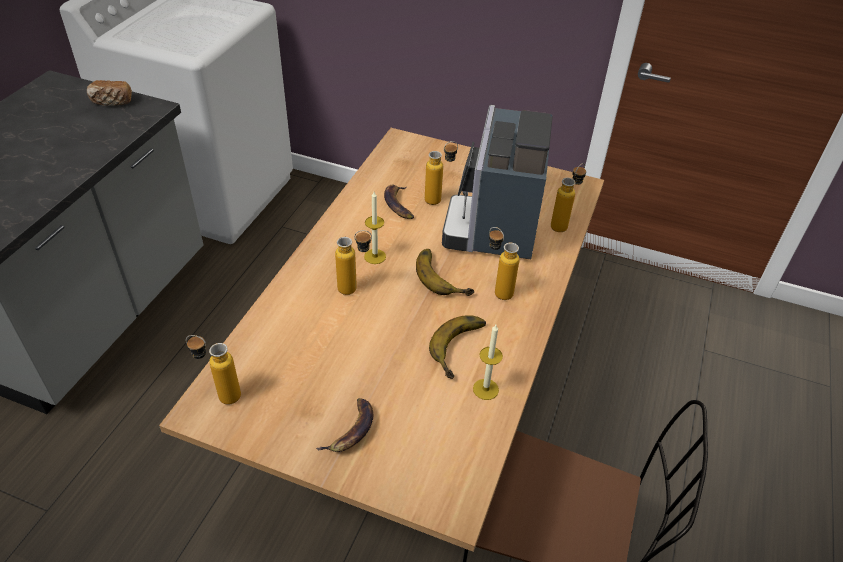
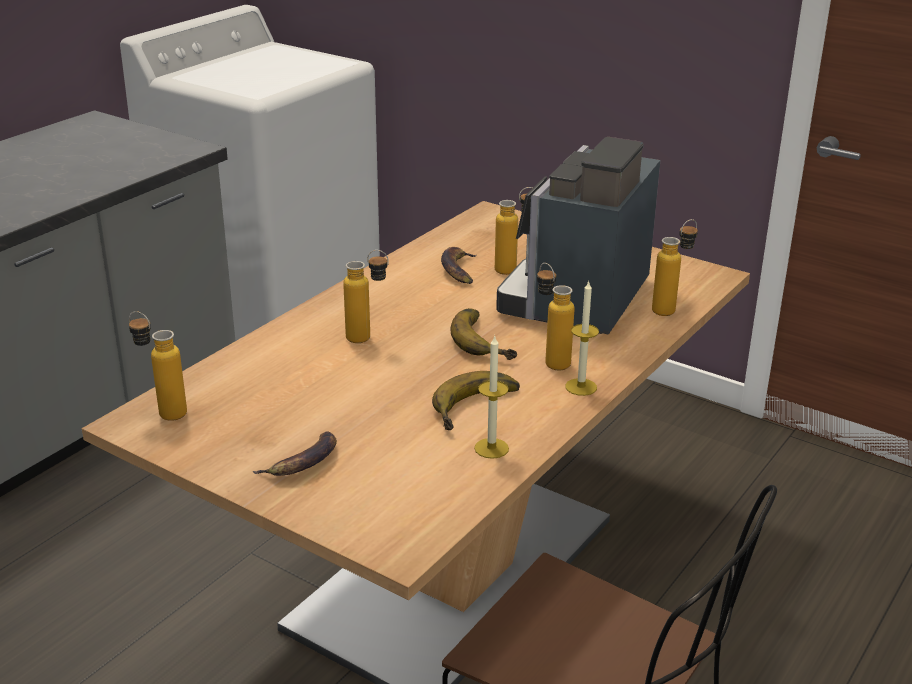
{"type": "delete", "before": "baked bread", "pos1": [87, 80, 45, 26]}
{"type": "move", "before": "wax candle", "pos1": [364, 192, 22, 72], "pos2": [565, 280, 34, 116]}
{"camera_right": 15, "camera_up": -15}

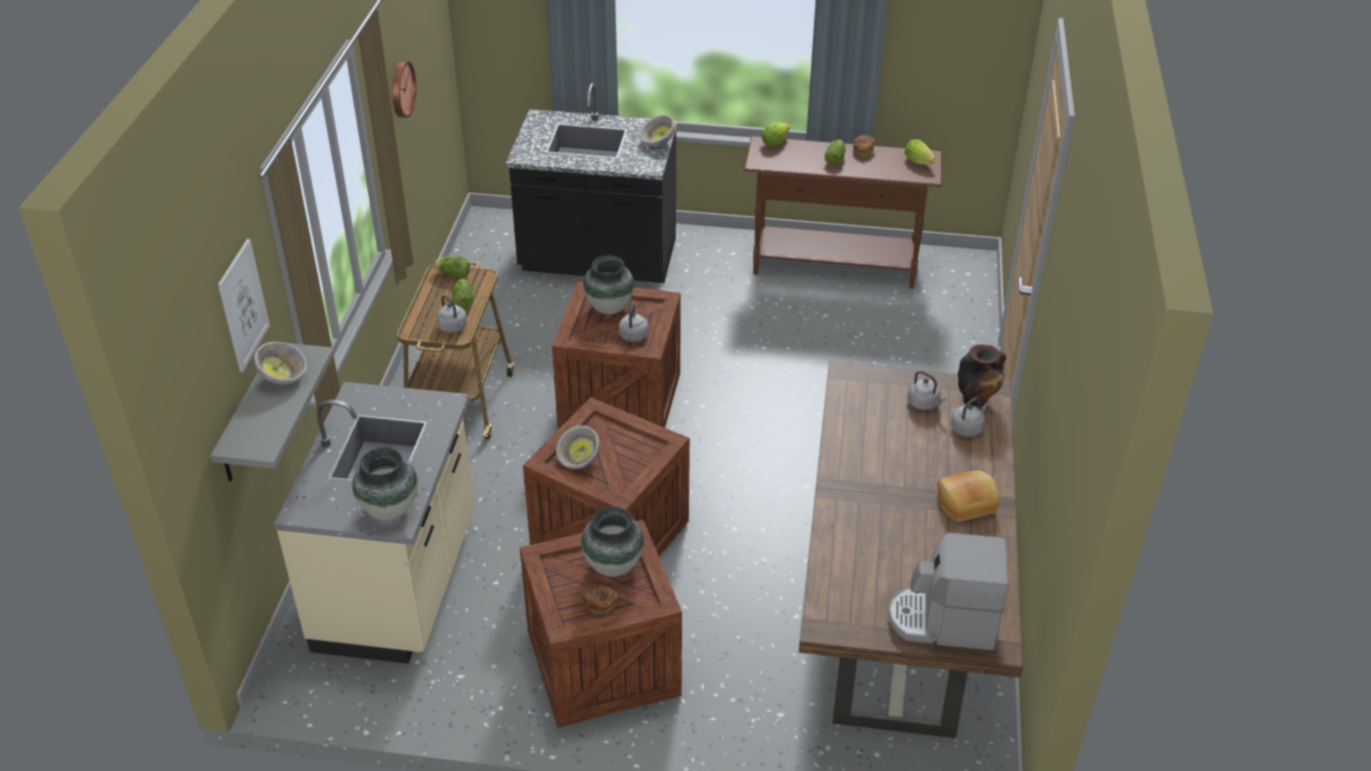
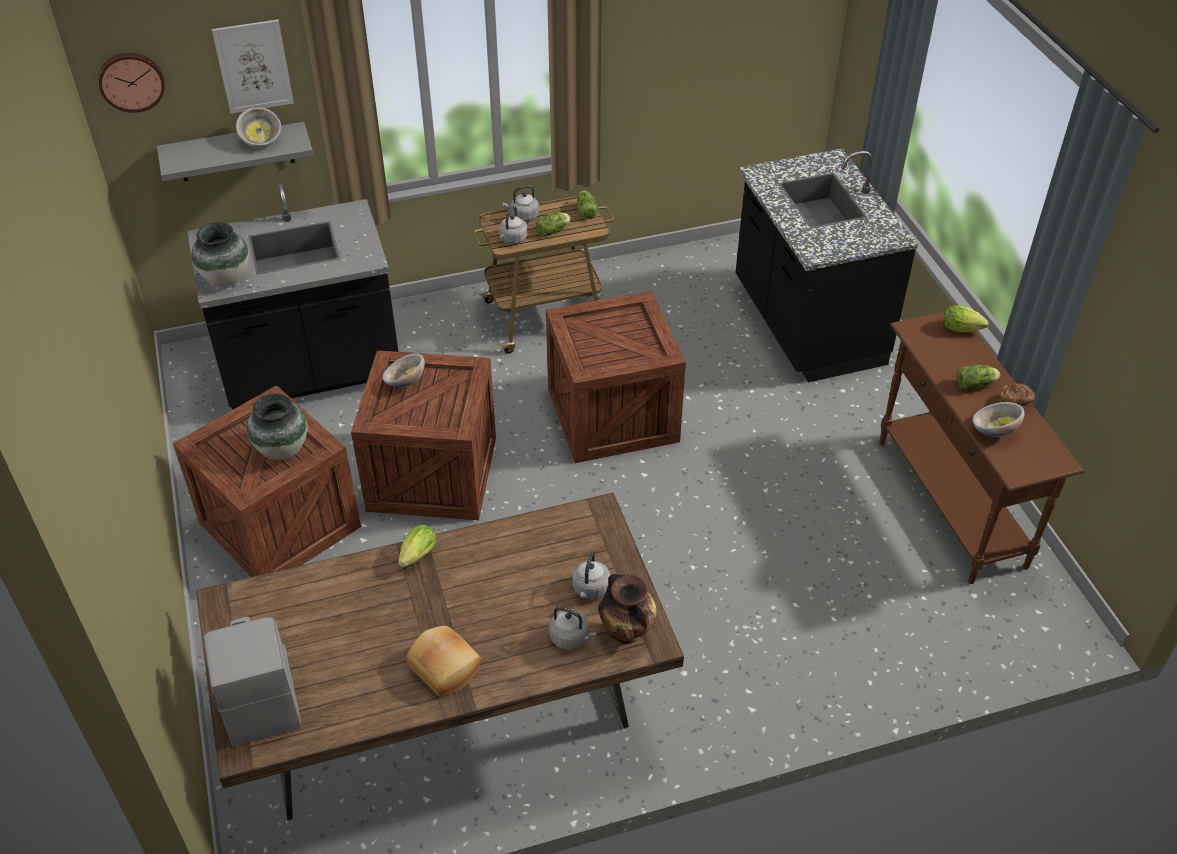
{"type": "delete", "before": "baked bread", "pos1": [581, 585, 37, 30]}
{"type": "delete", "before": "vase", "pos1": [583, 255, 51, 59]}
{"type": "move", "before": "hanging clock", "pos1": [392, 61, 24, 57], "pos2": [98, 53, 67, 60]}
{"type": "move", "before": "gray kettle", "pos1": [619, 303, 29, 39], "pos2": [502, 185, 37, 36]}
{"type": "move", "before": "deep dish", "pos1": [640, 115, 35, 31], "pos2": [973, 402, 52, 35]}
{"type": "move", "before": "lettuce head", "pos1": [905, 139, 30, 26], "pos2": [398, 525, 38, 43]}
{"type": "recolor", "before": "beige counter", "after": "black counter", "pos1": [274, 382, 200, 282], "pos2": [188, 181, 211, 229]}
{"camera_right": 65, "camera_up": 5}

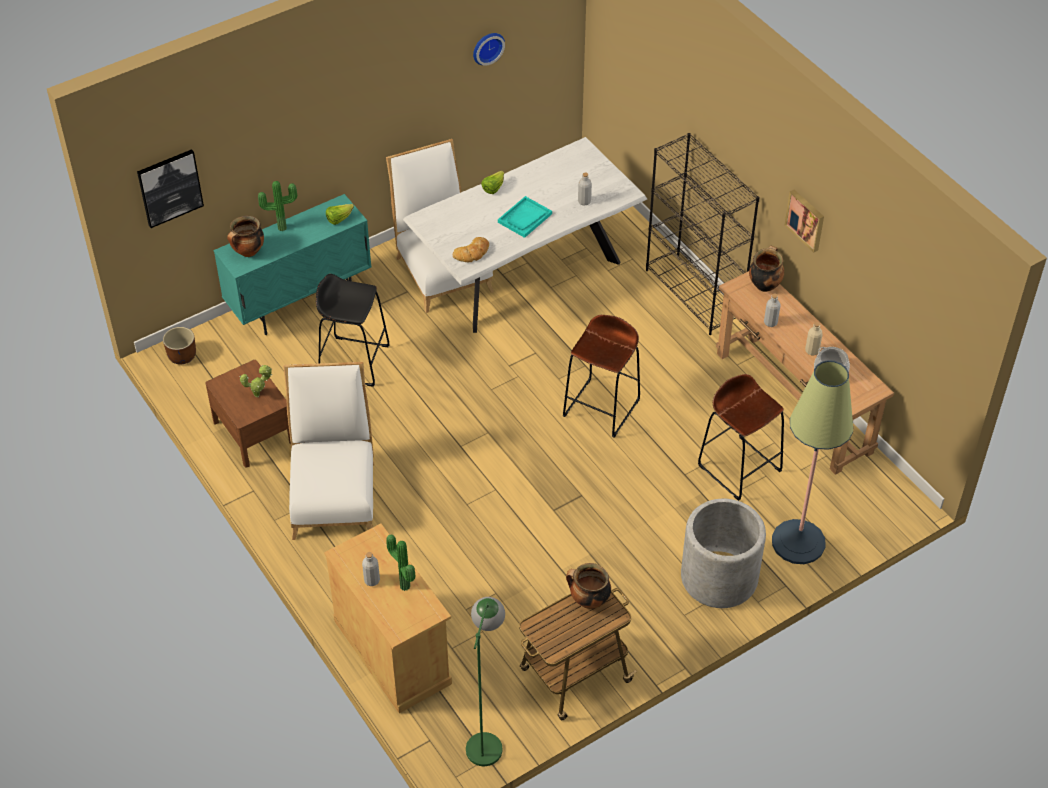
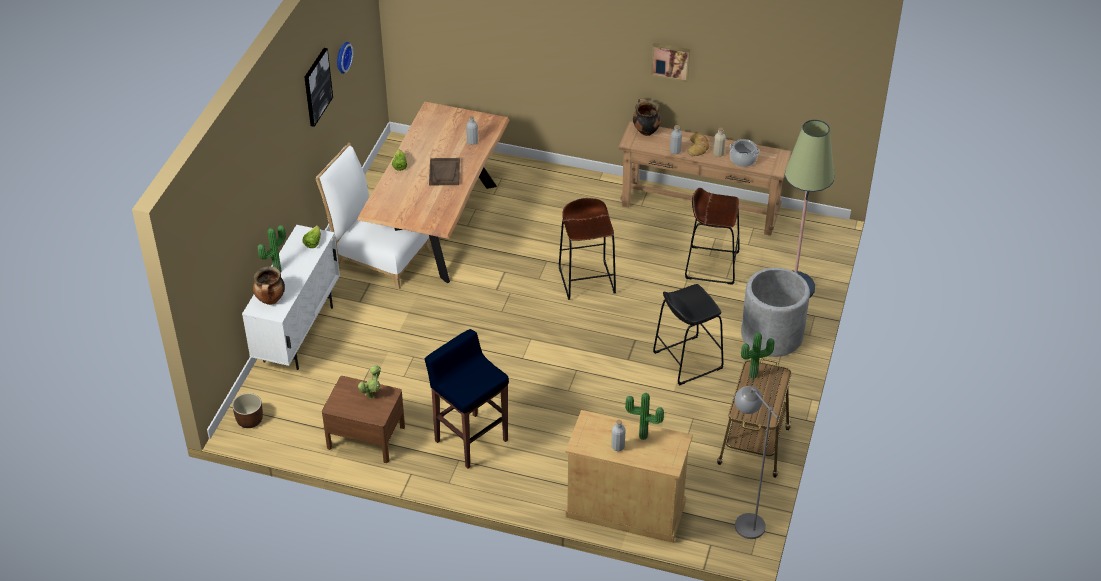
{"type": "delete", "before": "black bookshelf", "pos1": [646, 133, 114, 202]}
{"type": "move", "before": "wall picture", "pos1": [137, 149, 67, 79], "pos2": [305, 48, 28, 79]}
{"type": "move", "before": "black sitting stool", "pos1": [316, 274, 74, 113], "pos2": [653, 284, 70, 101]}
{"type": "move", "before": "baked bread", "pos1": [453, 237, 36, 25], "pos2": [687, 133, 22, 23]}
{"type": "replace", "before": "white-coloured chair", "after": "blue sitting stool", "pos1": [283, 362, 91, 178], "pos2": [425, 329, 84, 139]}
{"type": "replace", "before": "stockpot", "after": "houseplant", "pos1": [566, 563, 45, 46], "pos2": [741, 332, 34, 47]}
{"type": "recolor", "before": "turquoise-coloured cabinet", "after": "white-coloured cabinet", "pos1": [213, 194, 159, 141], "pos2": [242, 225, 98, 145]}
{"type": "recolor", "before": "white-coloured dining table", "after": "brownish dining table", "pos1": [403, 137, 244, 196], "pos2": [357, 102, 153, 182]}
{"type": "recolor", "before": "greenish standard lamp", "after": "gray standard lamp", "pos1": [466, 597, 39, 169], "pos2": [735, 386, 43, 153]}
{"type": "recolor", "before": "turquoise-coloured tray", "after": "brownish tray", "pos1": [498, 196, 54, 42], "pos2": [429, 158, 31, 27]}
{"camera_right": -40, "camera_up": -5}

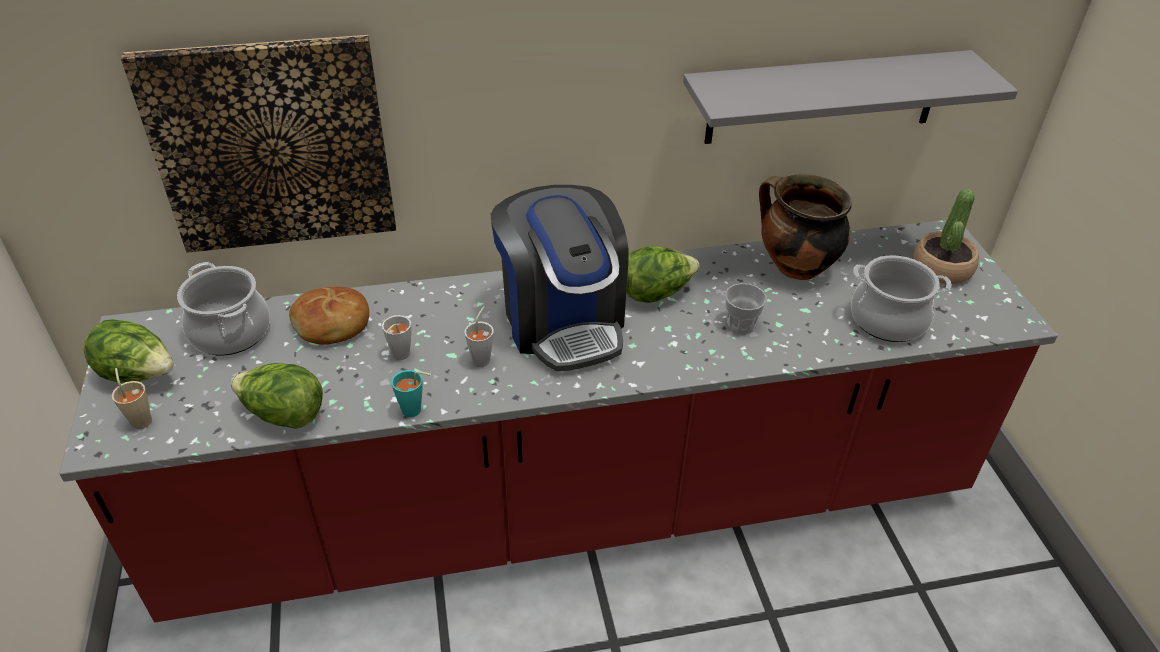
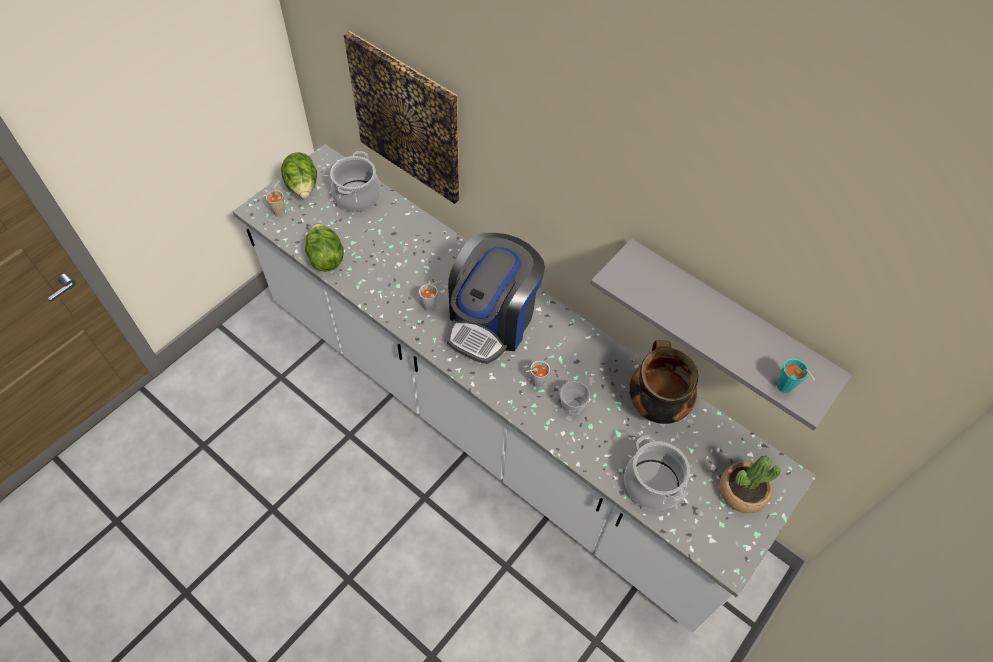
{"type": "delete", "before": "baked bread", "pos1": [289, 287, 80, 58]}
{"type": "delete", "before": "lettuce head", "pos1": [626, 246, 74, 57]}
{"type": "move", "before": "gray drinking cup", "pos1": [382, 315, 29, 45], "pos2": [526, 361, 24, 27]}
{"type": "move", "before": "turquoise-coloured drinking cup", "pos1": [391, 370, 41, 47], "pos2": [777, 358, 38, 35]}
{"type": "recolor", "before": "reddish counter", "after": "white-coloured counter", "pos1": [59, 220, 999, 402], "pos2": [233, 144, 583, 489]}
{"camera_right": 50, "camera_up": 15}

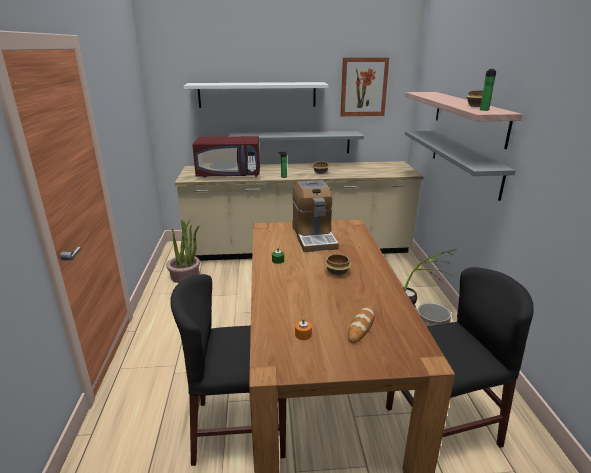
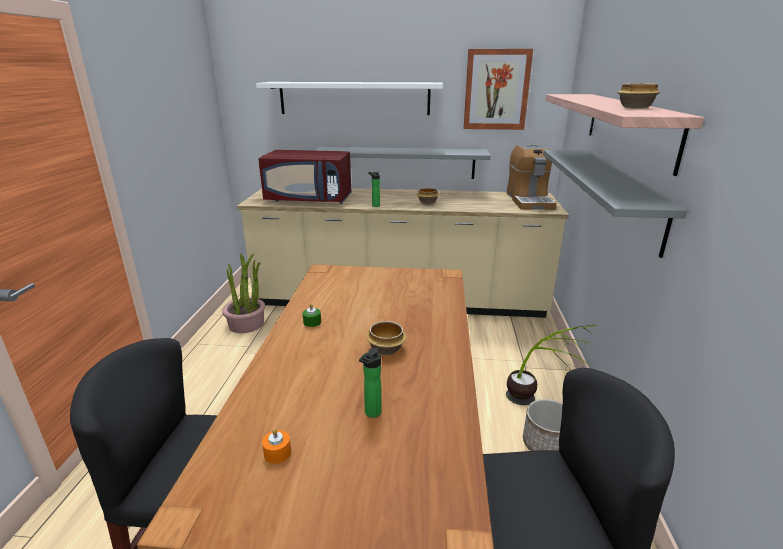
{"type": "delete", "before": "baked bread", "pos1": [348, 306, 27, 37]}
{"type": "move", "before": "coffee machine", "pos1": [292, 180, 47, 72], "pos2": [507, 145, 49, 65]}
{"type": "move", "before": "bottle", "pos1": [480, 69, 16, 42], "pos2": [359, 348, 23, 70]}
{"camera_right": 10, "camera_up": 0}

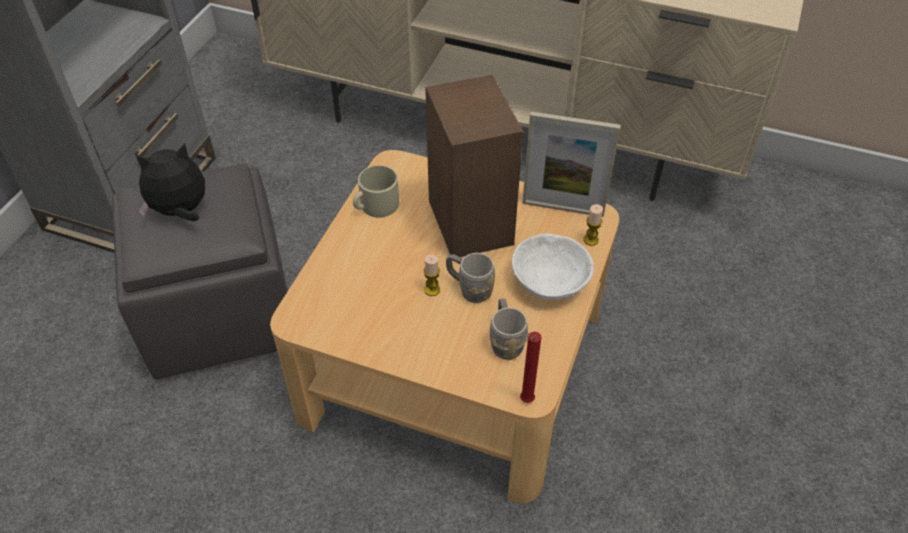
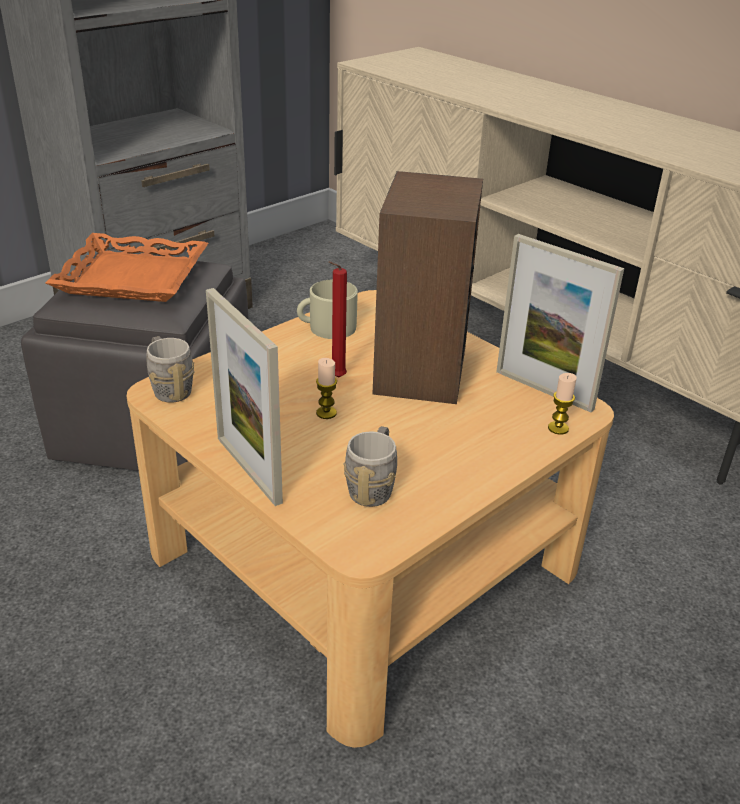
{"type": "delete", "before": "white-coloured deep dish", "pos1": [512, 233, 82, 67]}
{"type": "insert", "after": "picture frame", "pos2": [206, 288, 77, 218]}
{"type": "move", "before": "gray mug", "pos1": [446, 253, 49, 50], "pos2": [146, 336, 49, 66]}
{"type": "move", "before": "reddish wax candle", "pos1": [520, 332, 21, 71], "pos2": [328, 261, 19, 117]}
{"type": "replace", "before": "soft toy", "after": "orangey tray", "pos1": [135, 143, 70, 78], "pos2": [45, 233, 163, 69]}
{"camera_right": 25, "camera_up": -15}

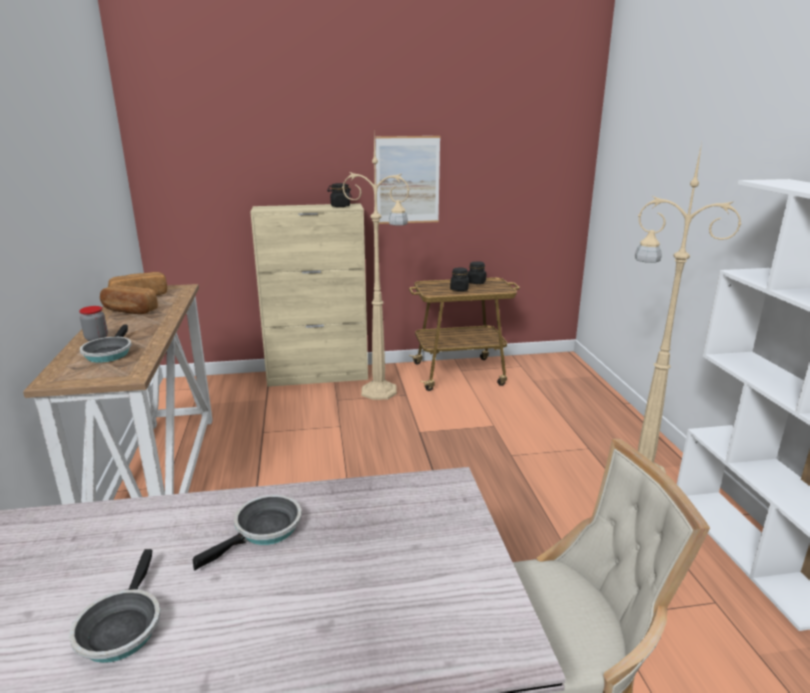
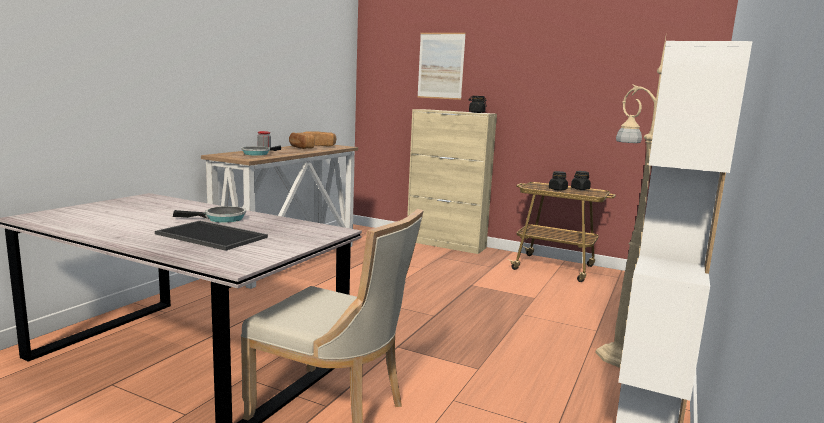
{"type": "delete", "before": "skillet", "pos1": [69, 549, 92, 114]}
{"type": "delete", "before": "beige standard lamp", "pos1": [342, 131, 68, 269]}
{"type": "insert", "after": "tray", "pos2": [155, 221, 113, 30]}
{"type": "move", "before": "wall picture", "pos1": [375, 136, 65, 88], "pos2": [417, 33, 49, 67]}
{"camera_right": 35, "camera_up": -10}

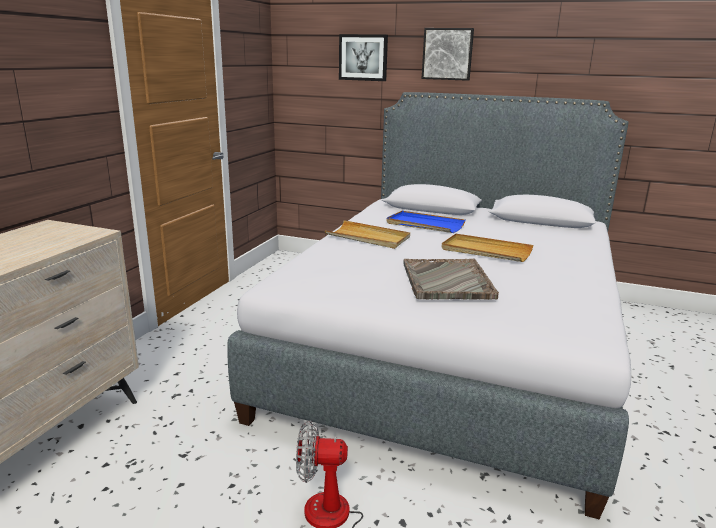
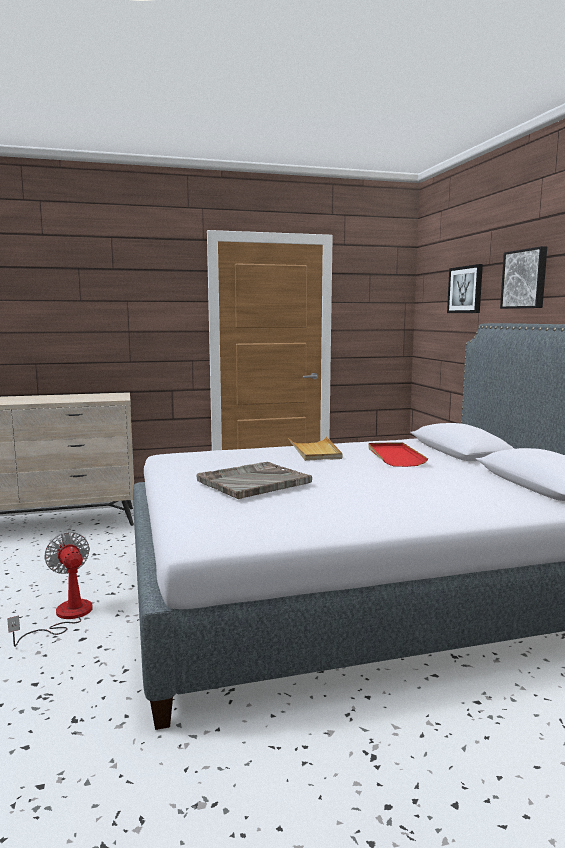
{"type": "delete", "before": "beige tray", "pos1": [442, 234, 91, 28]}
{"type": "recolor", "before": "blue tray", "after": "reddish tray", "pos1": [387, 211, 78, 22], "pos2": [368, 442, 60, 25]}
{"camera_right": 55, "camera_up": -10}

